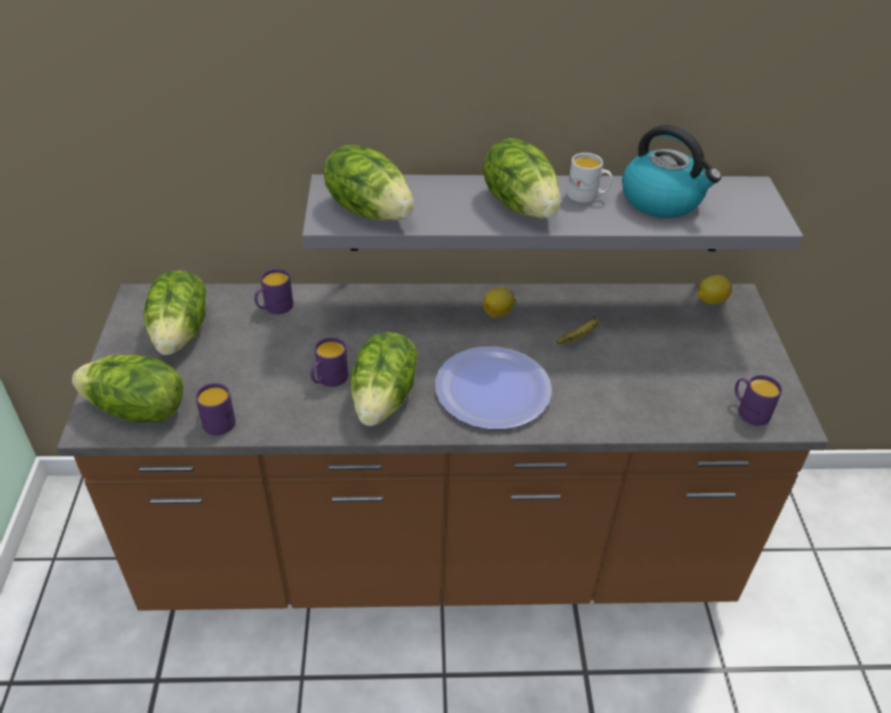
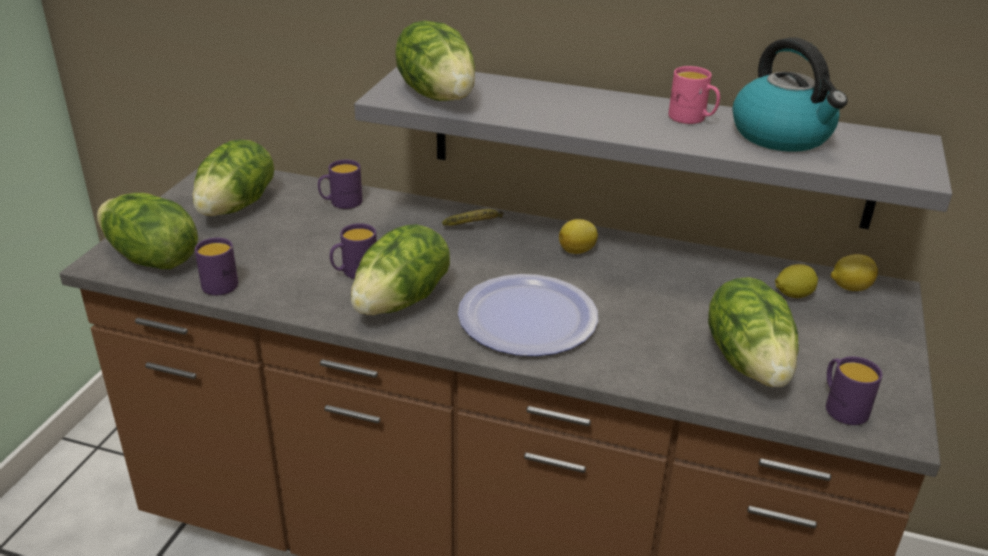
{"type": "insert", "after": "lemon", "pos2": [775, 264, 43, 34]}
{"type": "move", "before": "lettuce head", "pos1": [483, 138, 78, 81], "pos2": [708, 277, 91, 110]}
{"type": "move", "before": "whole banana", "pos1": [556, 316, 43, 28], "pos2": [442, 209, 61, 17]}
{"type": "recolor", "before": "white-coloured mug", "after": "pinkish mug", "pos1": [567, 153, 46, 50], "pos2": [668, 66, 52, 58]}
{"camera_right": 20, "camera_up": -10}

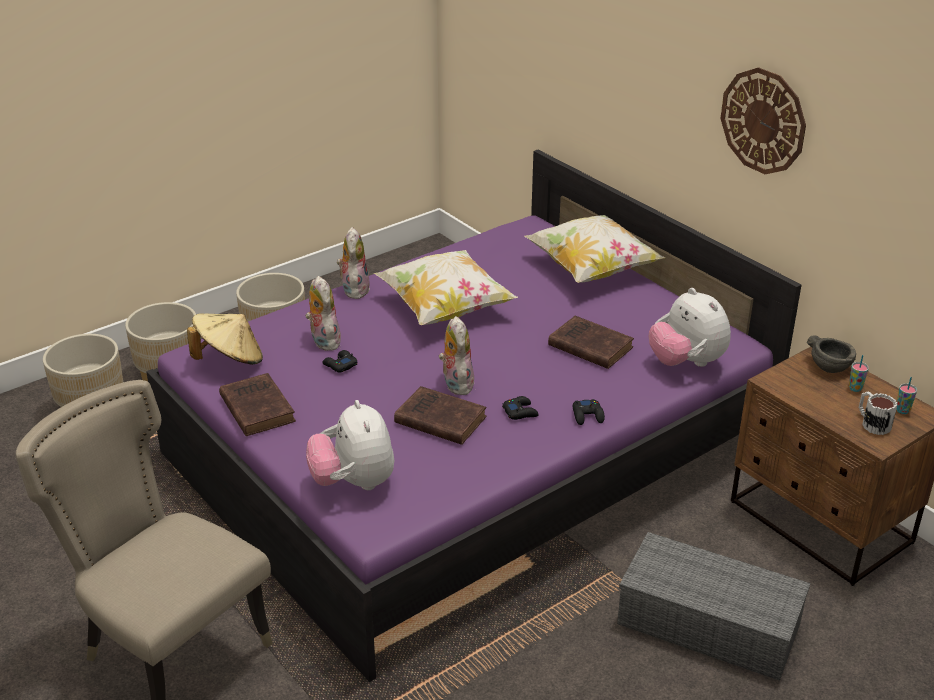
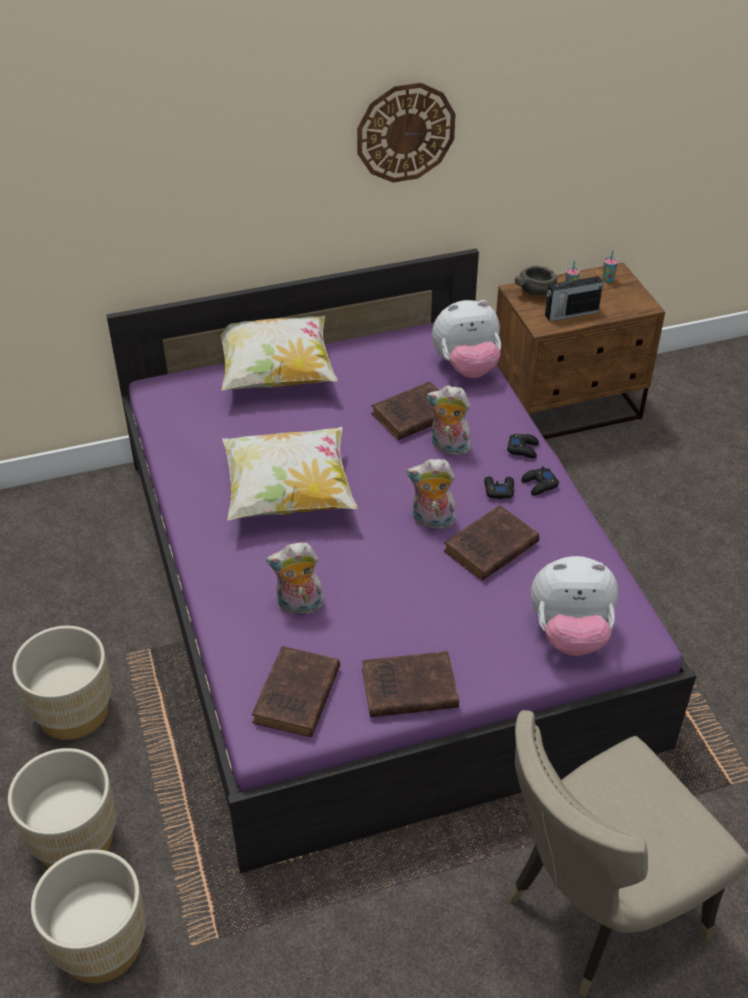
{"type": "delete", "before": "gray storage bin", "pos1": [617, 532, 193, 149]}
{"type": "delete", "before": "mug", "pos1": [859, 391, 38, 44]}
{"type": "insert", "after": "radio", "pos2": [545, 271, 58, 51]}
{"type": "move", "before": "black joypad", "pos1": [322, 350, 35, 23], "pos2": [521, 466, 38, 30]}
{"type": "move", "before": "soft toy", "pos1": [337, 227, 33, 72], "pos2": [427, 385, 44, 70]}
{"type": "replace", "before": "beige clothing hat", "after": "brownish volume", "pos1": [187, 313, 76, 52], "pos2": [252, 646, 88, 91]}
{"camera_right": -70, "camera_up": 10}

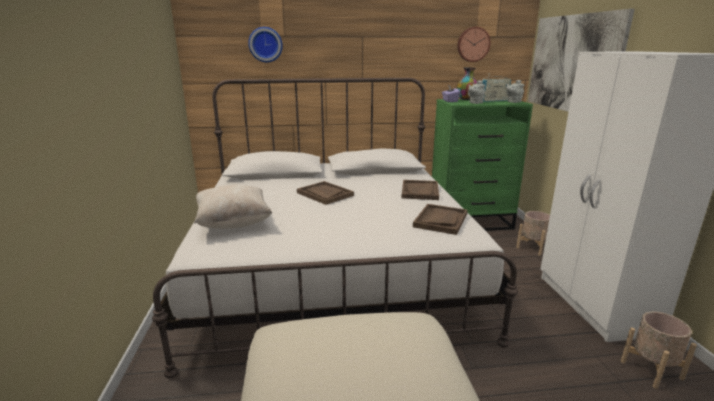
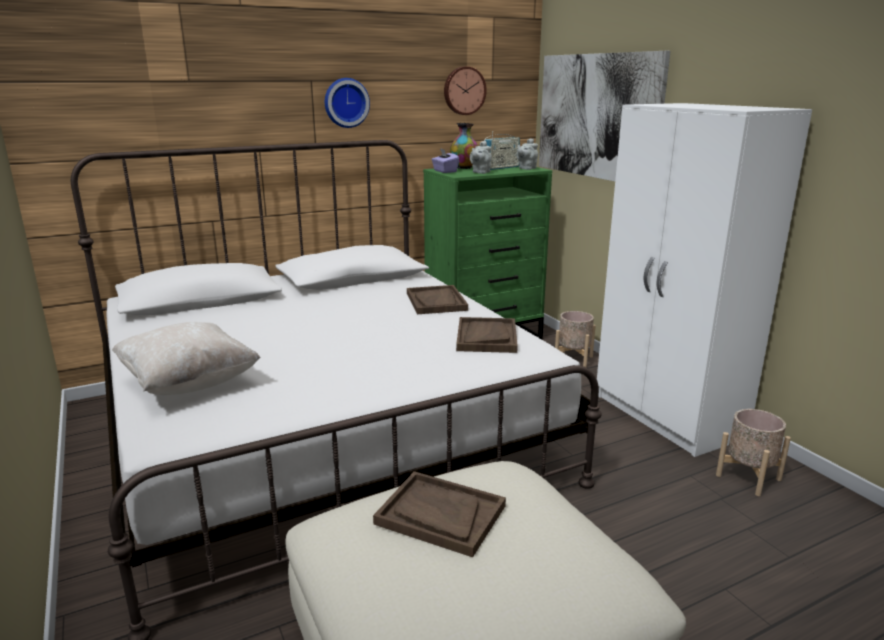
{"type": "move", "before": "hanging clock", "pos1": [248, 27, 35, 35], "pos2": [325, 78, 45, 50]}
{"type": "move", "before": "brownish tray", "pos1": [297, 181, 57, 24], "pos2": [373, 471, 133, 86]}
{"camera_right": -20, "camera_up": 0}

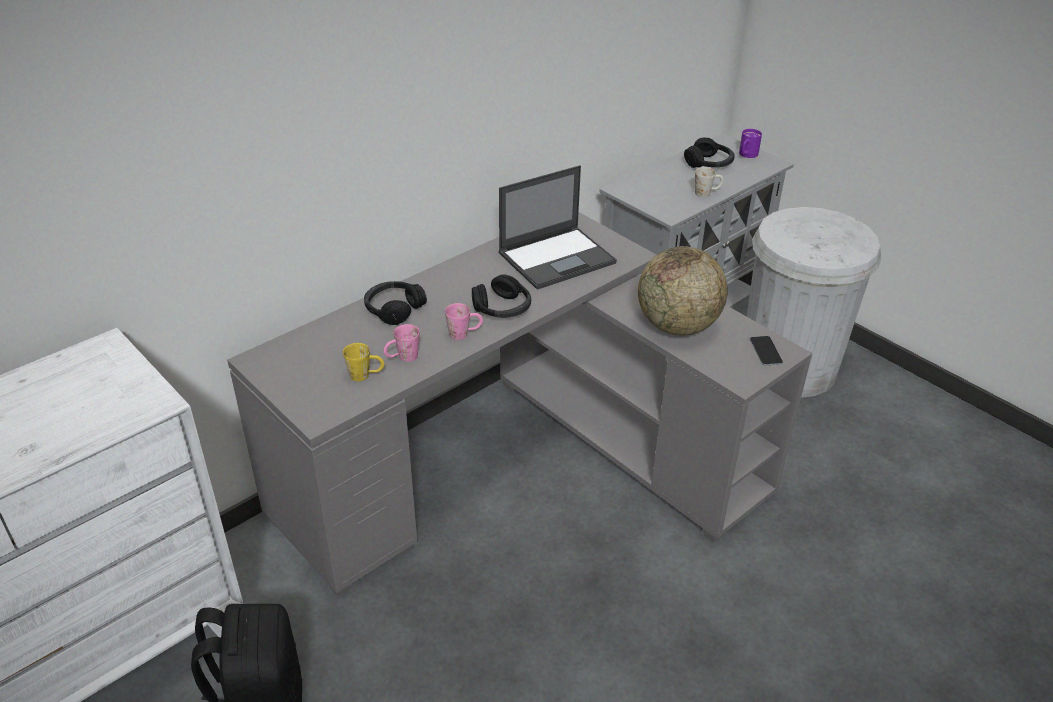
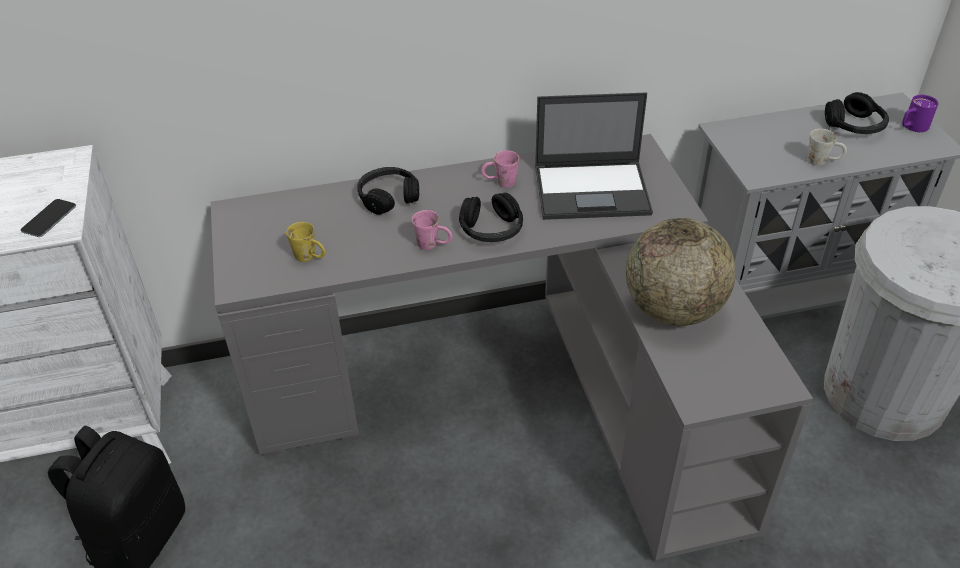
{"type": "move", "before": "pinkish mug", "pos1": [384, 324, 36, 38], "pos2": [481, 150, 38, 38]}
{"type": "move", "before": "phone", "pos1": [750, 336, 33, 29], "pos2": [21, 199, 55, 38]}
{"camera_right": 30, "camera_up": 5}

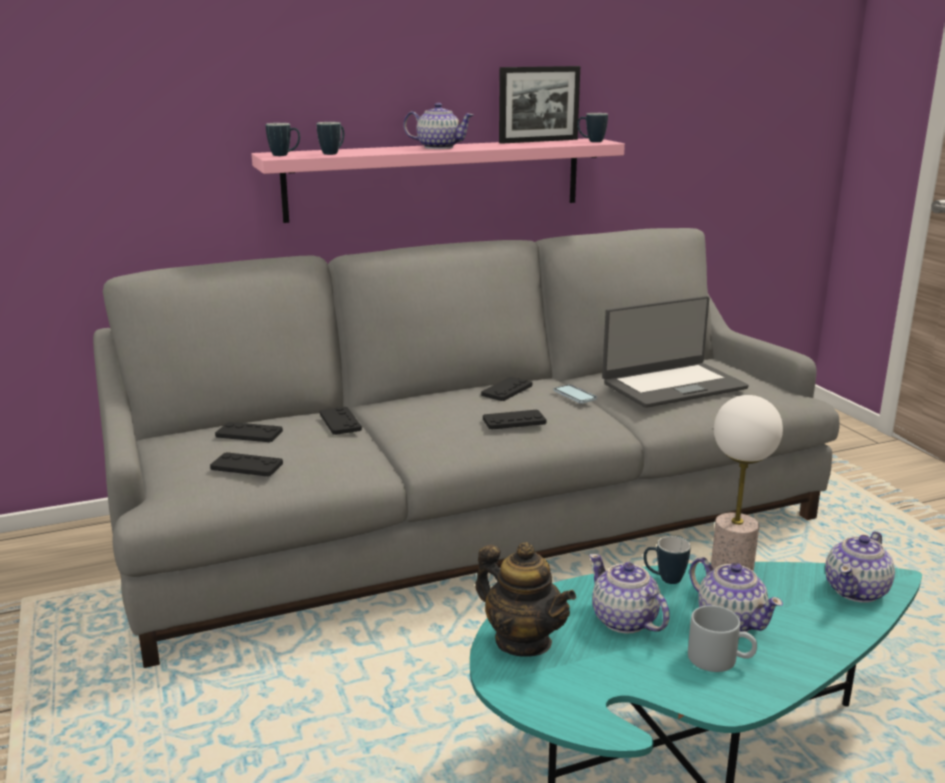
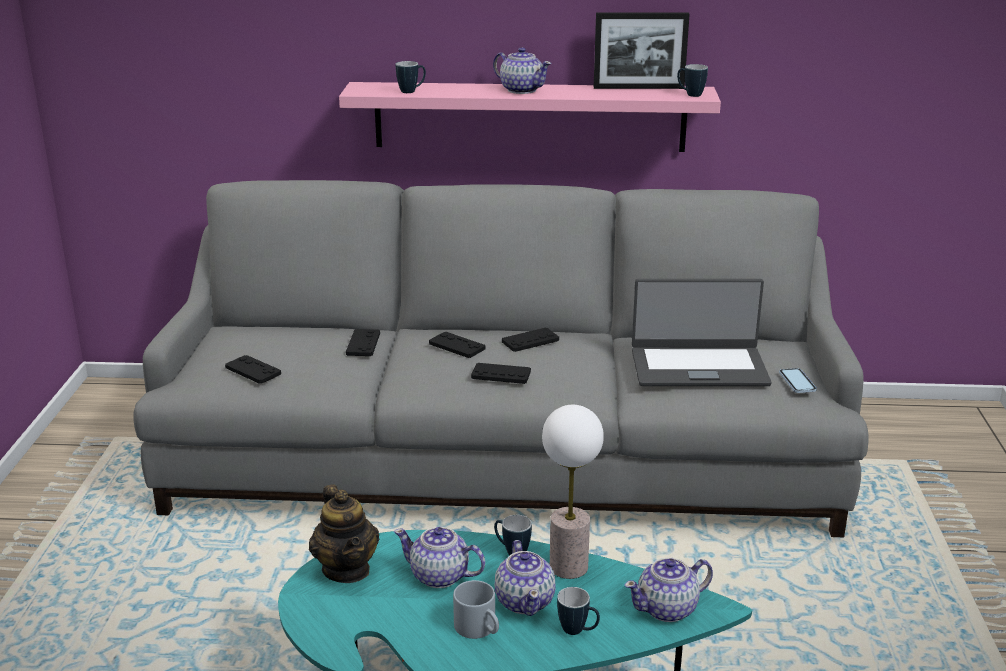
{"type": "move", "before": "black joypad", "pos1": [215, 422, 68, 20], "pos2": [429, 332, 56, 26]}
{"type": "move", "before": "mug", "pos1": [266, 123, 34, 33], "pos2": [557, 587, 43, 48]}
{"type": "move", "before": "phone", "pos1": [553, 385, 44, 19], "pos2": [779, 368, 38, 25]}
{"type": "rotate", "before": "tea pot", "pos1": [589, 554, 81, 80], "pos2": [394, 527, 91, 61], "turn": -60}
{"camera_right": 25, "camera_up": 5}

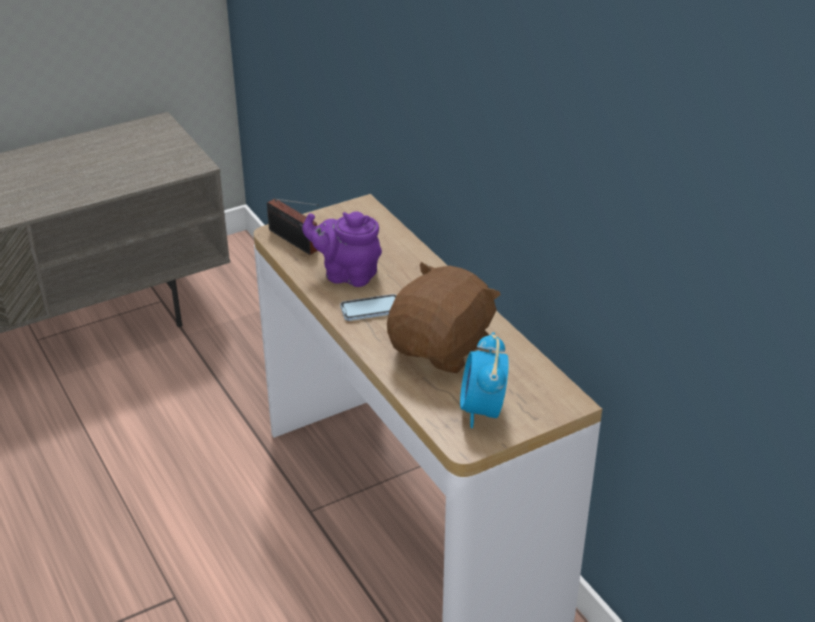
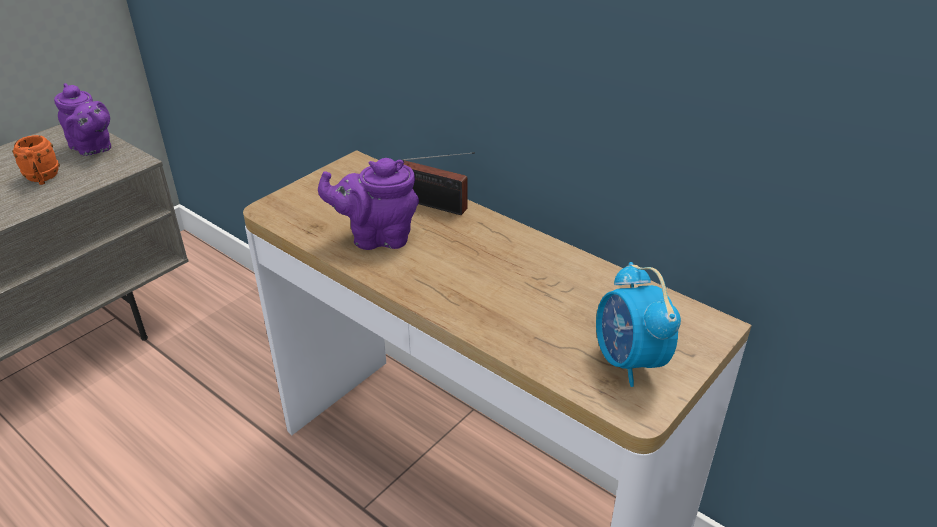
{"type": "delete", "before": "phone", "pos1": [340, 294, 57, 27]}
{"type": "delete", "before": "brownish soft toy", "pos1": [387, 262, 114, 111]}
{"type": "insert", "after": "orangey mug", "pos2": [12, 135, 48, 50]}
{"type": "insert", "after": "purple tea pot", "pos2": [54, 83, 57, 73]}
{"type": "move", "before": "radio", "pos1": [267, 199, 52, 56], "pos2": [402, 152, 73, 63]}
{"camera_right": -20, "camera_up": 0}

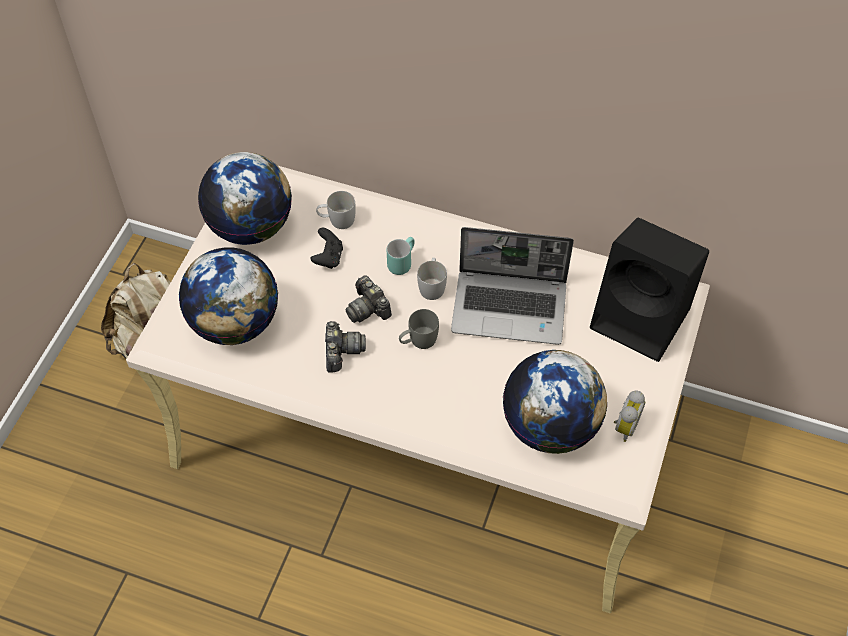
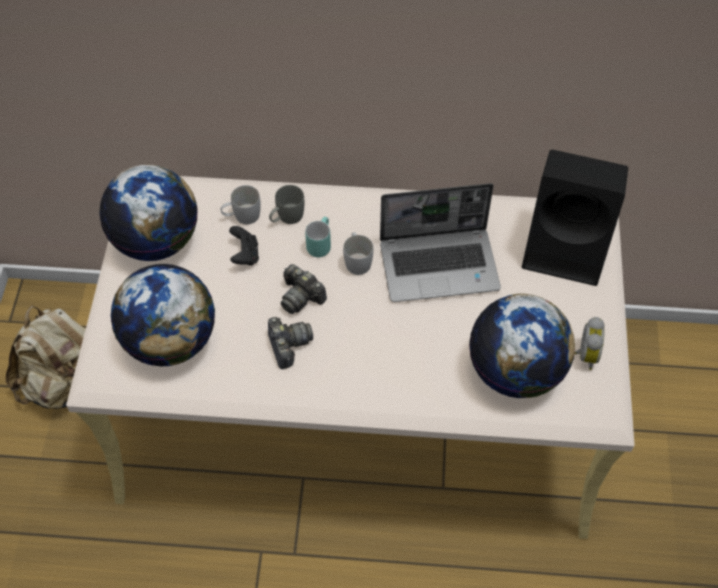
{"type": "move", "before": "gray mug", "pos1": [399, 309, 40, 40], "pos2": [269, 185, 35, 39]}
{"camera_right": -15, "camera_up": 0}

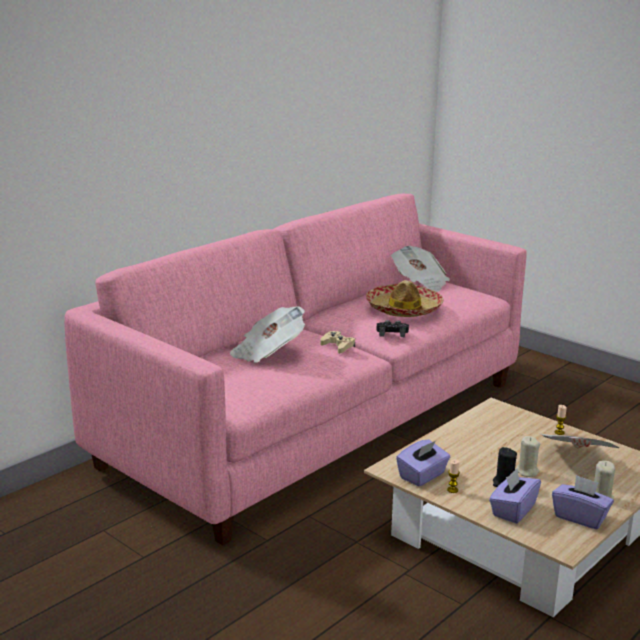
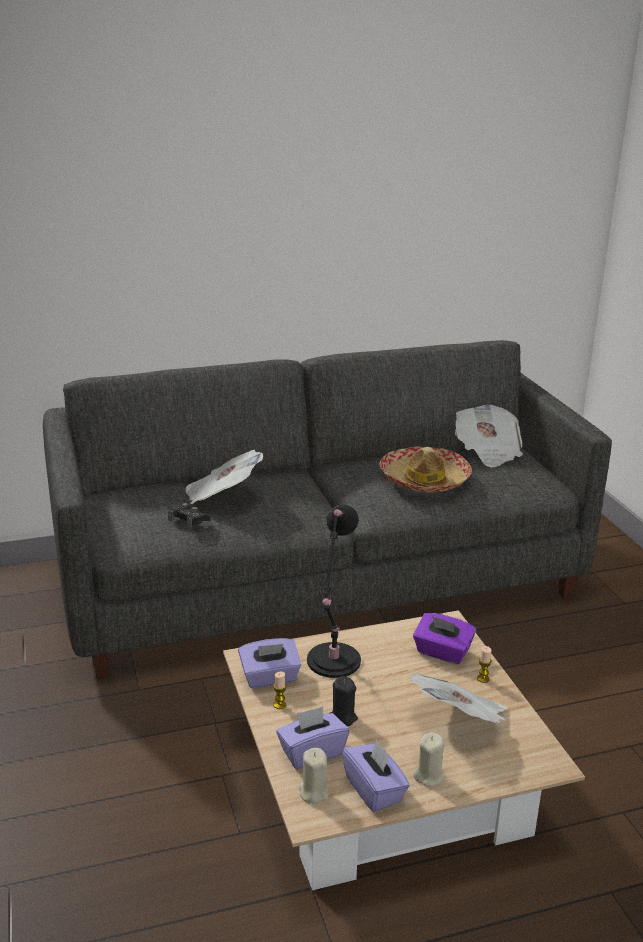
{"type": "delete", "before": "beige joypad", "pos1": [320, 331, 35, 23]}
{"type": "insert", "after": "black table lamp", "pos2": [307, 505, 54, 173]}
{"type": "insert", "after": "purple box of tissues", "pos2": [413, 613, 63, 51]}
{"type": "move", "before": "black joypad", "pos1": [377, 320, 32, 17], "pos2": [168, 503, 42, 26]}
{"type": "move", "before": "beige wax candle", "pos1": [515, 436, 25, 41], "pos2": [299, 748, 30, 56]}
{"type": "recolor", "before": "pinkish sofa", "after": "gray sofa", "pos1": [64, 194, 463, 351], "pos2": [43, 340, 569, 340]}
{"camera_right": 30, "camera_up": 5}

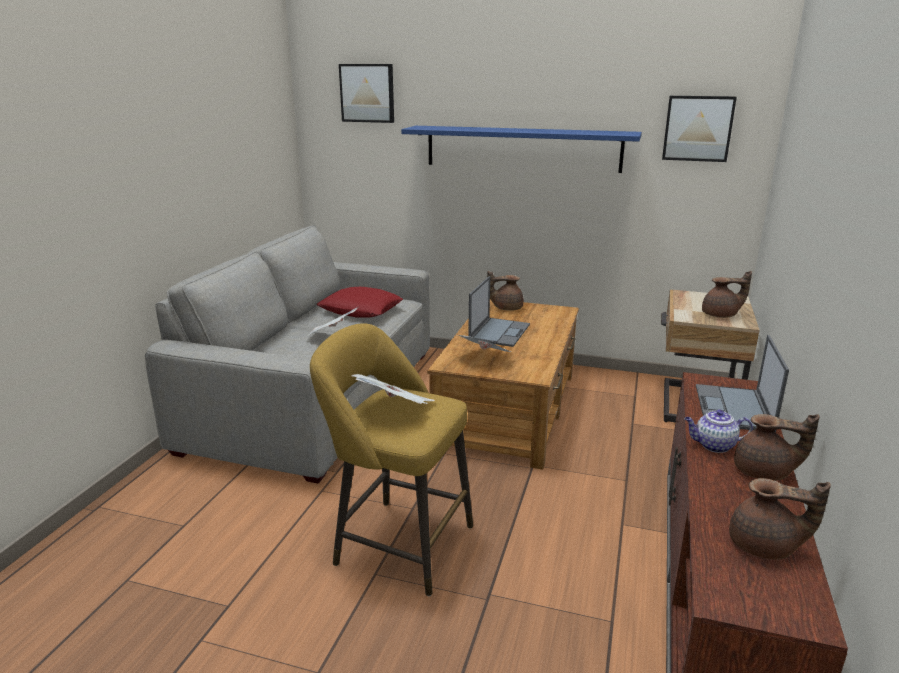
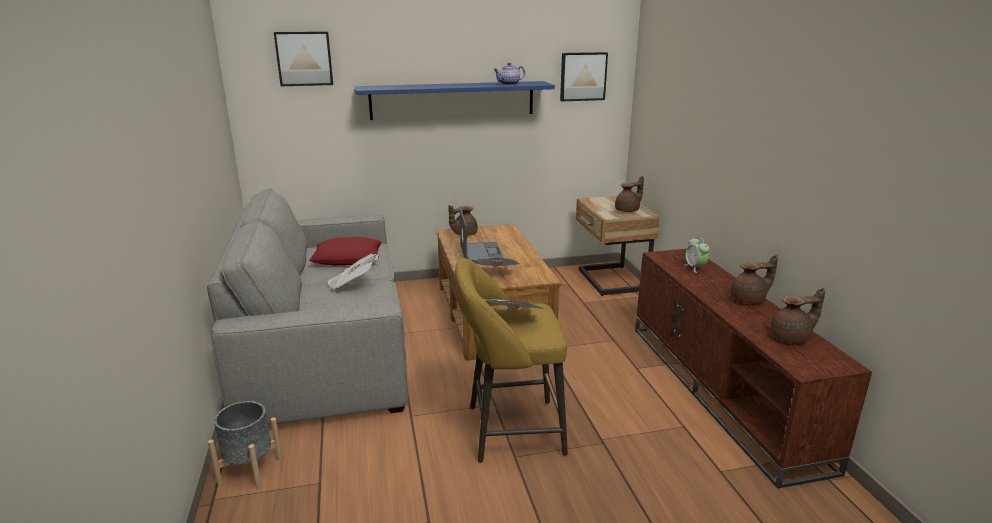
{"type": "insert", "after": "gray planter", "pos2": [208, 401, 74, 88]}
{"type": "move", "before": "tea pot", "pos1": [684, 410, 69, 43], "pos2": [494, 63, 31, 22]}
{"type": "replace", "before": "notebook computer", "after": "table clock", "pos1": [696, 335, 93, 97], "pos2": [684, 237, 25, 36]}
{"camera_right": -30, "camera_up": 0}

